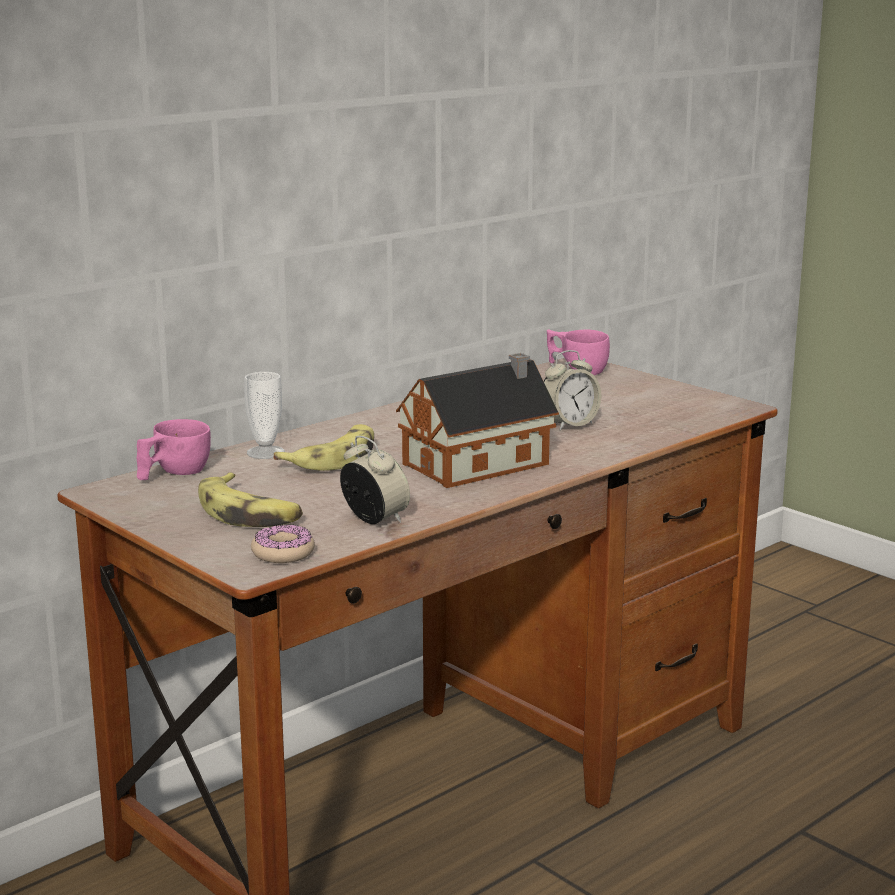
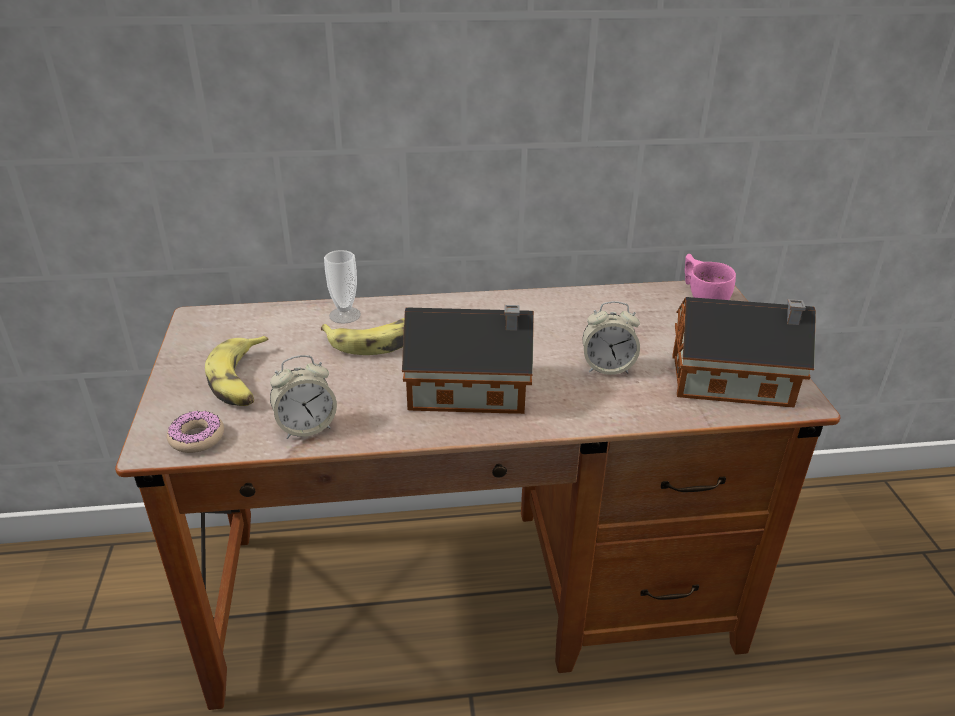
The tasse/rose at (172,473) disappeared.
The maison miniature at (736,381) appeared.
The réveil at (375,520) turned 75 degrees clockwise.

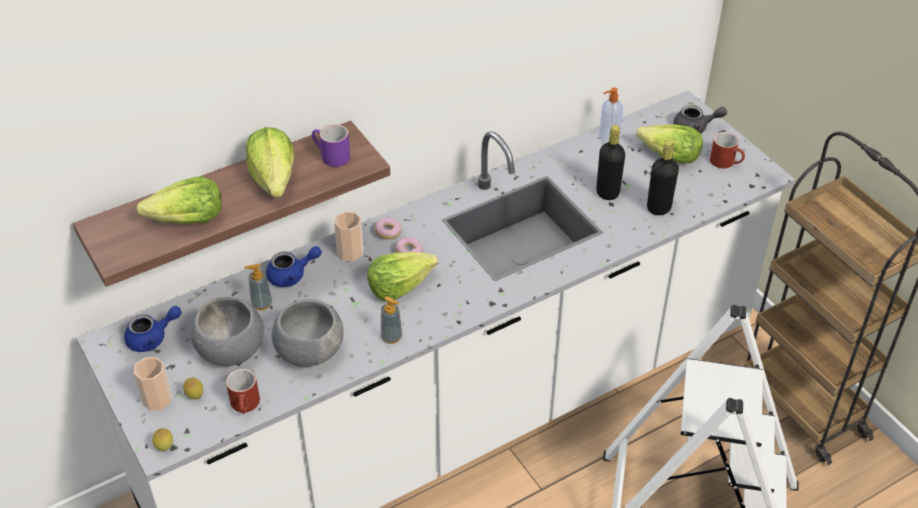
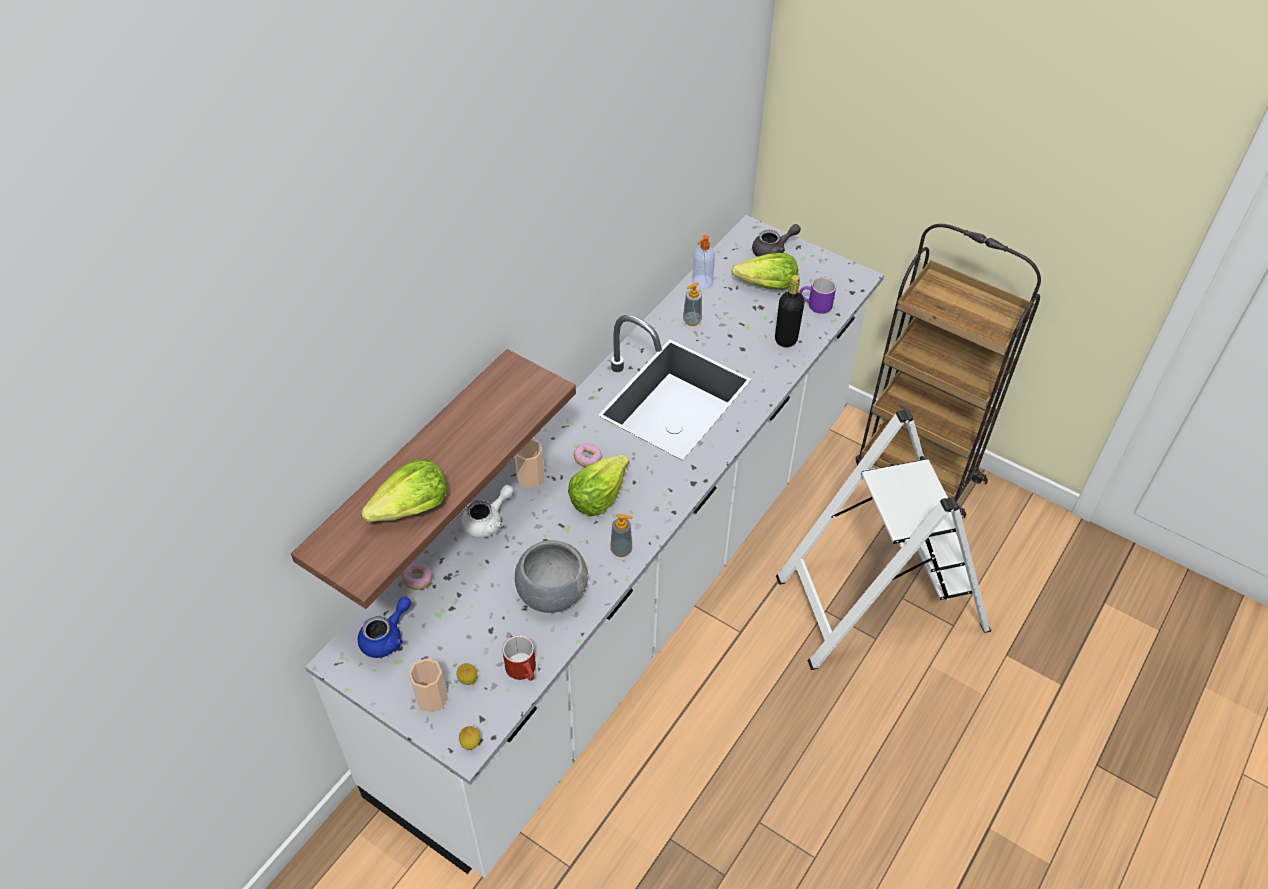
The bol/gris at (231,349) disappeared.
The laitue at (274,180) disappeared.
The bouteille/noir at (607,192) disappeared.
The mug/rouge at (726,162) disappeared.
The distributeur de savon moved from (261,304) to (692,320).
The mug/violet moved from (330,156) to (815,305).
The beignet moved from (388,233) to (418,580).
The théière/bleu at (292,275) became the théière/blanc at (488,521).

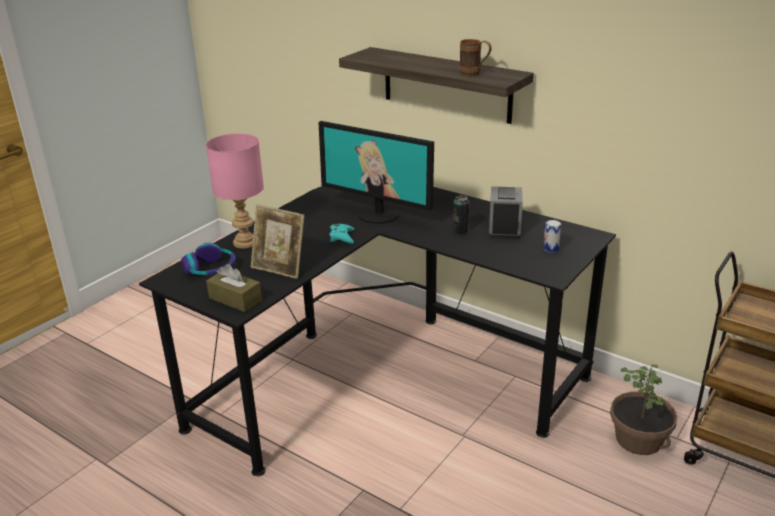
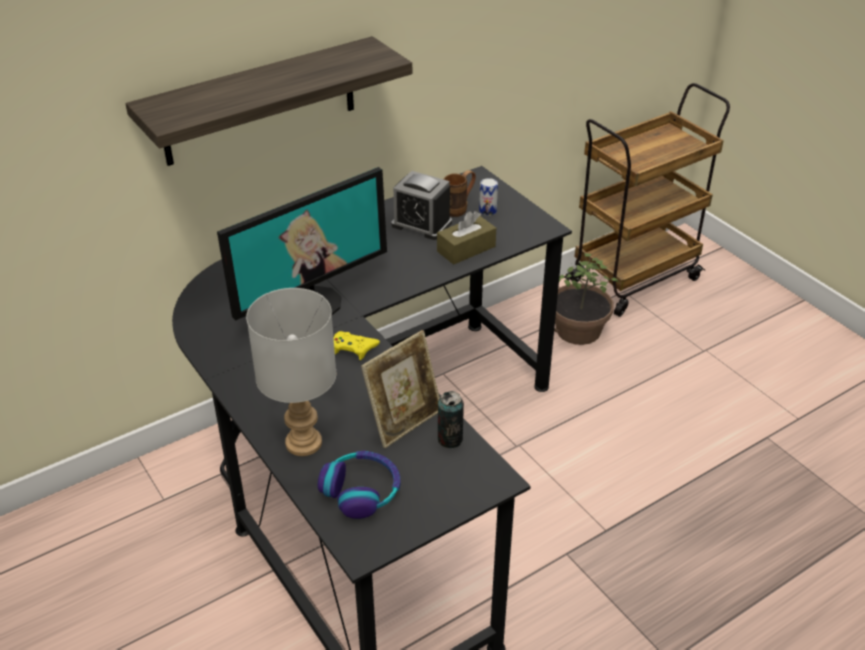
The boîte à mouchoirs/marron moved from (235,299) to (466,249).
The boîte métallique moved from (460,230) to (450,439).
The mug/marron moved from (474,73) to (459,208).
The lampe de table/rose at (244,242) became the lampe de table/gris at (302,443).
The manette/turquoise at (342,237) became the manette/jaune at (353,348).

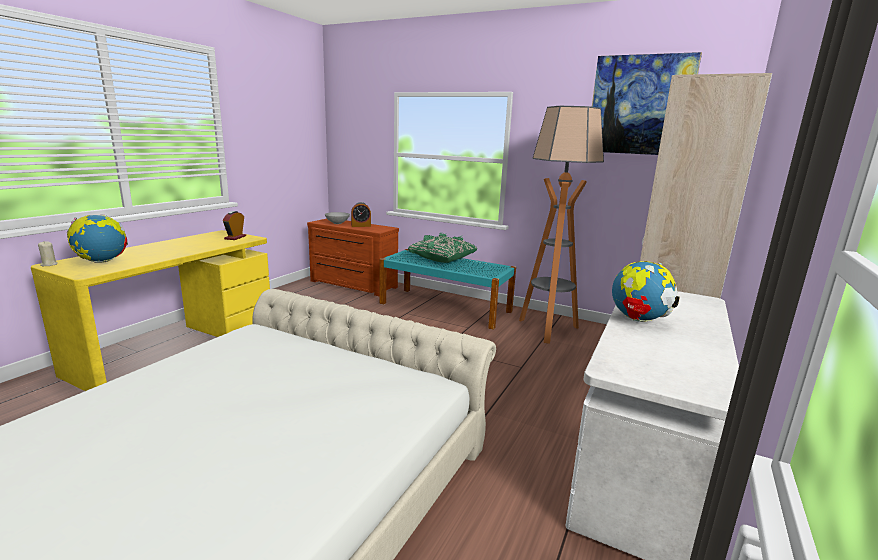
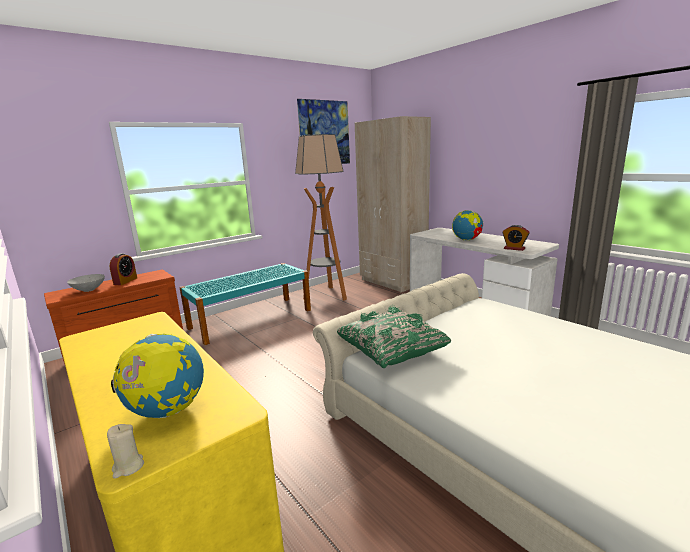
The réveil moved from (235,237) to (514,248).
The coussin/vert moved from (442,259) to (392,352).

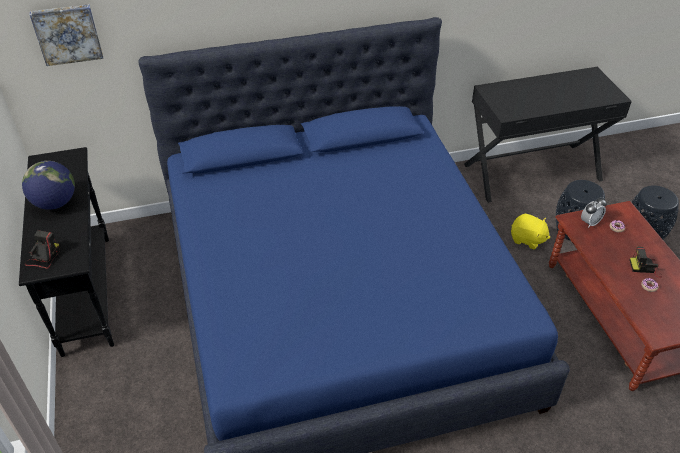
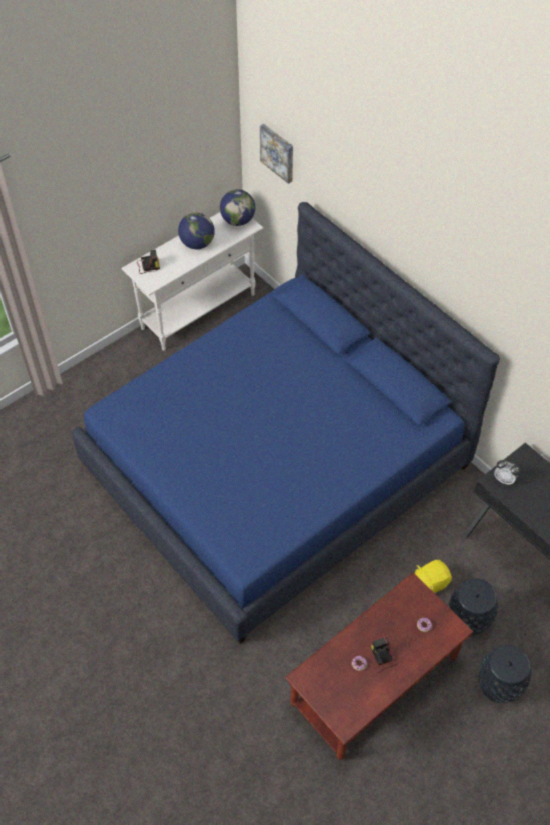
The globe at (238,220) appeared.
The réveil moved from (590,222) to (504,479).
The table console/noir at (87,293) became the table console/blanc at (199,311).
The peluche/jaune at (527,239) turned 60 degrees clockwise.

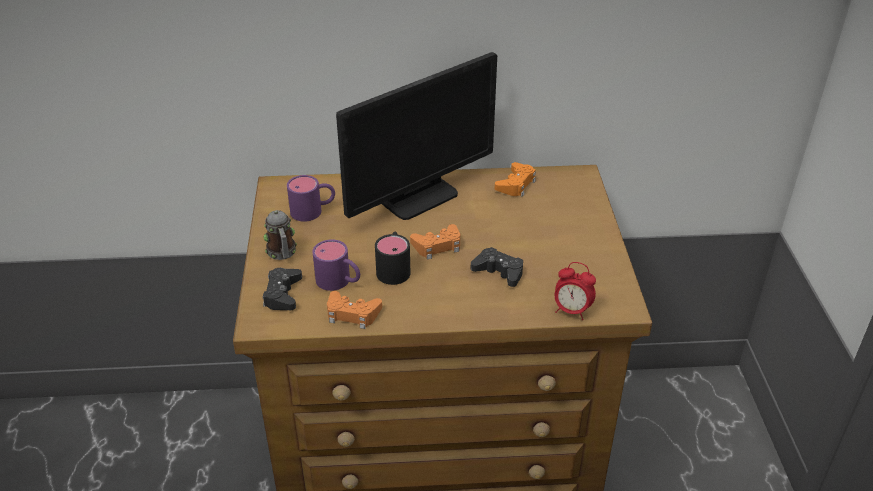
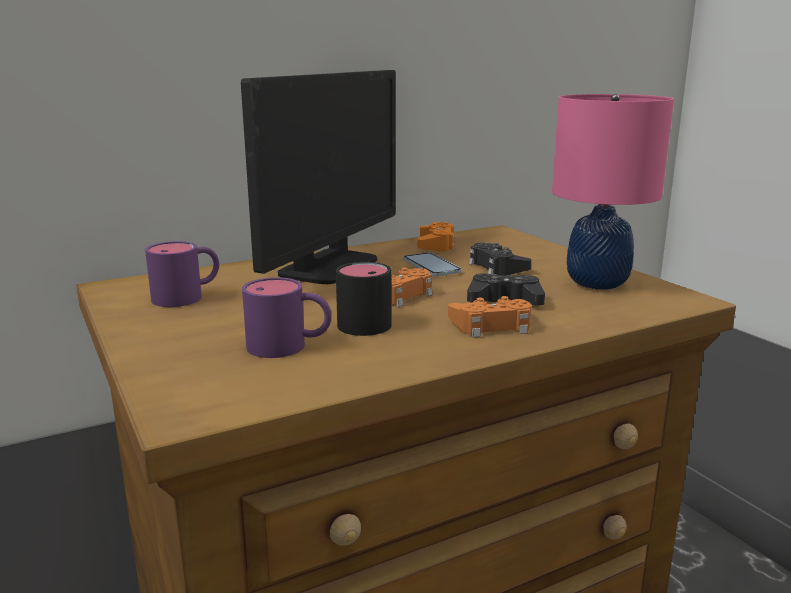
The mug at (282,253) disappeared.
The réveil at (571,311) disappeared.
The téléphone at (431,266) appeared.
The lampe de table/rose at (599,283) appeared.
The manette/noir moved from (282,294) to (497,267).
The manette/orange moved from (352,314) to (492,325).

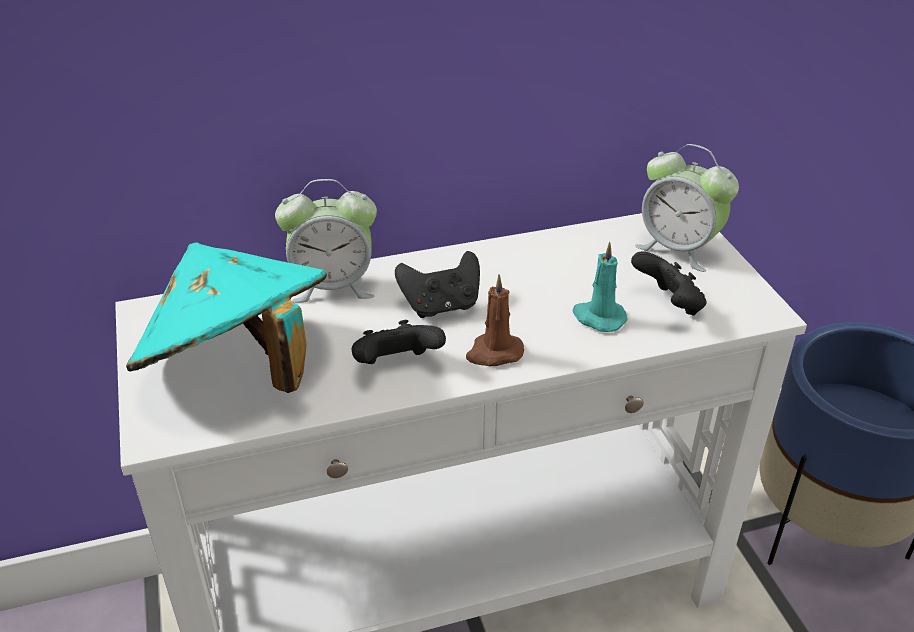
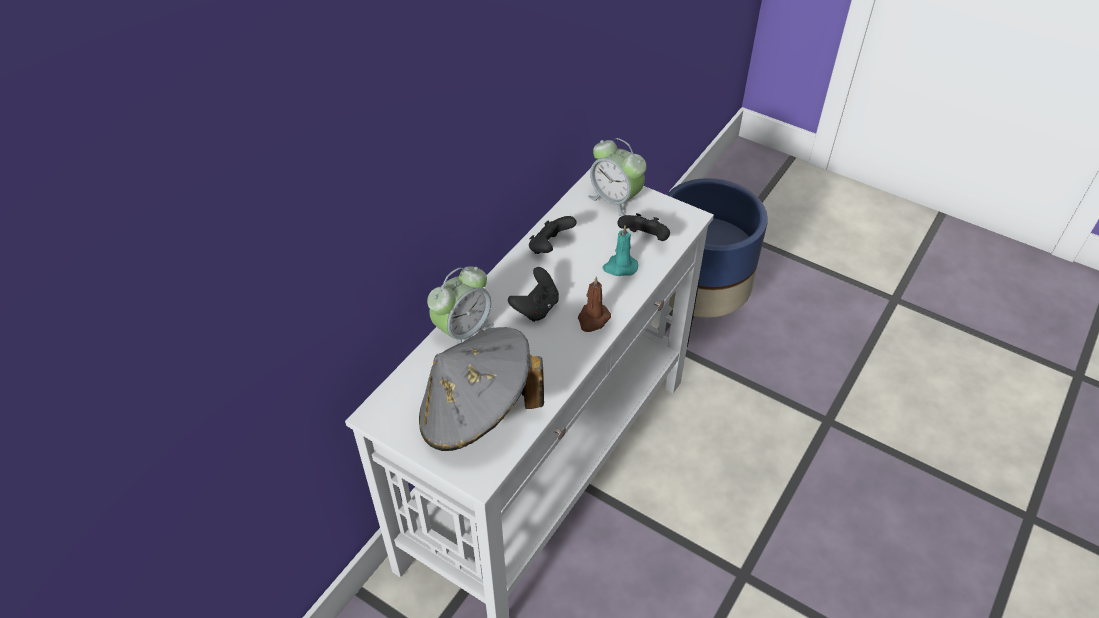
The manette/noir moved from (397,366) to (550,247).
The chapeau/turquoise at (239,371) became the chapeau/gris at (477,414).
The réveil at (678,249) turned 45 degrees clockwise.

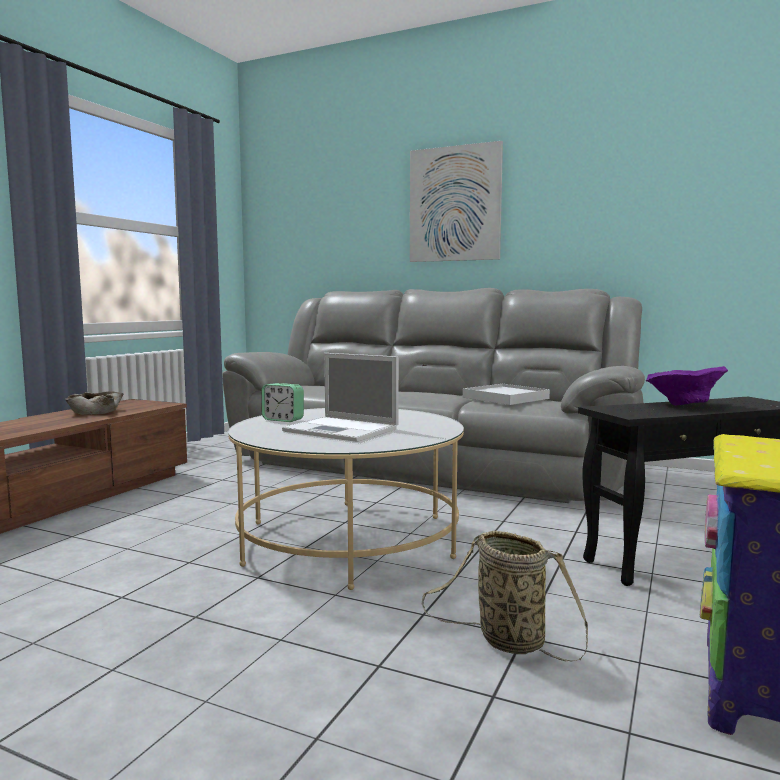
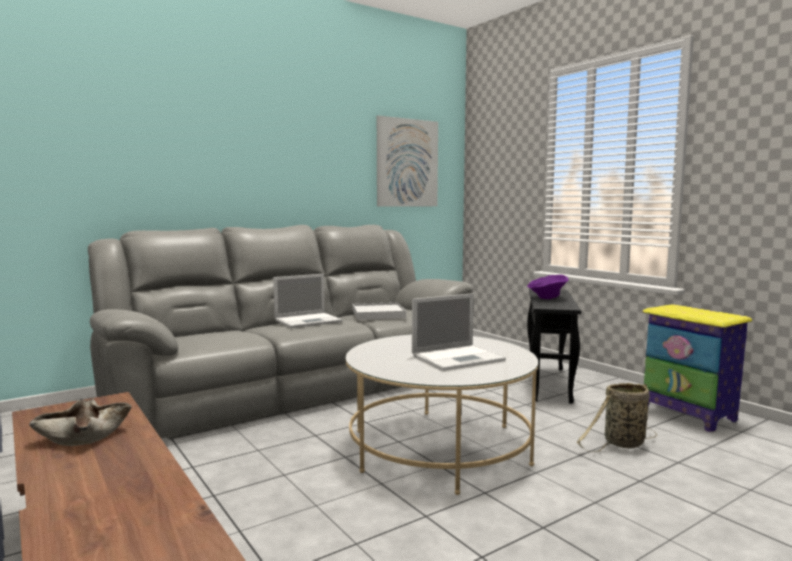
The réveil at (283,419) disappeared.
The ordinateur portable at (309,321) appeared.
The tableau moved from (454,204) to (407,163).

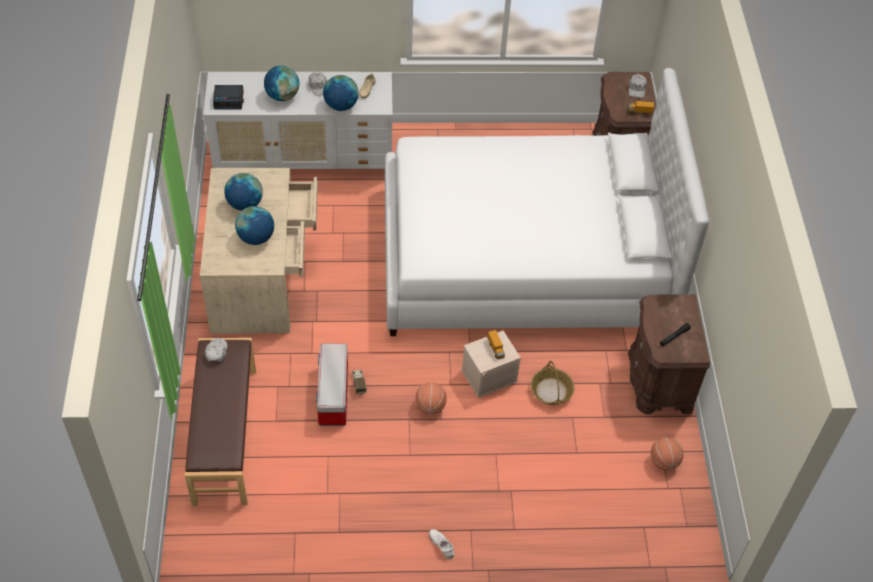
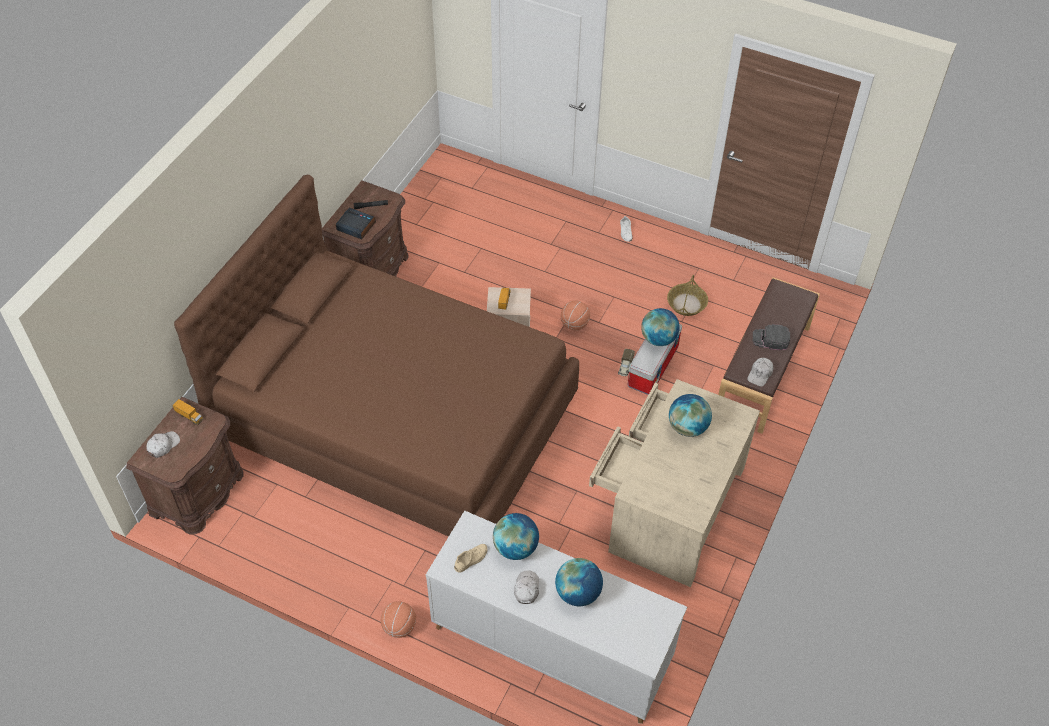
The casquette/noir at (770,339) appeared.
The réveil moved from (229,100) to (355,226).
The globe moved from (245,204) to (658,339).
The panier moved from (551,391) to (686,304).
The ballon de basket moved from (664,461) to (399,627).
The lit/blanc at (525,259) became the lit/marron at (396,416).

